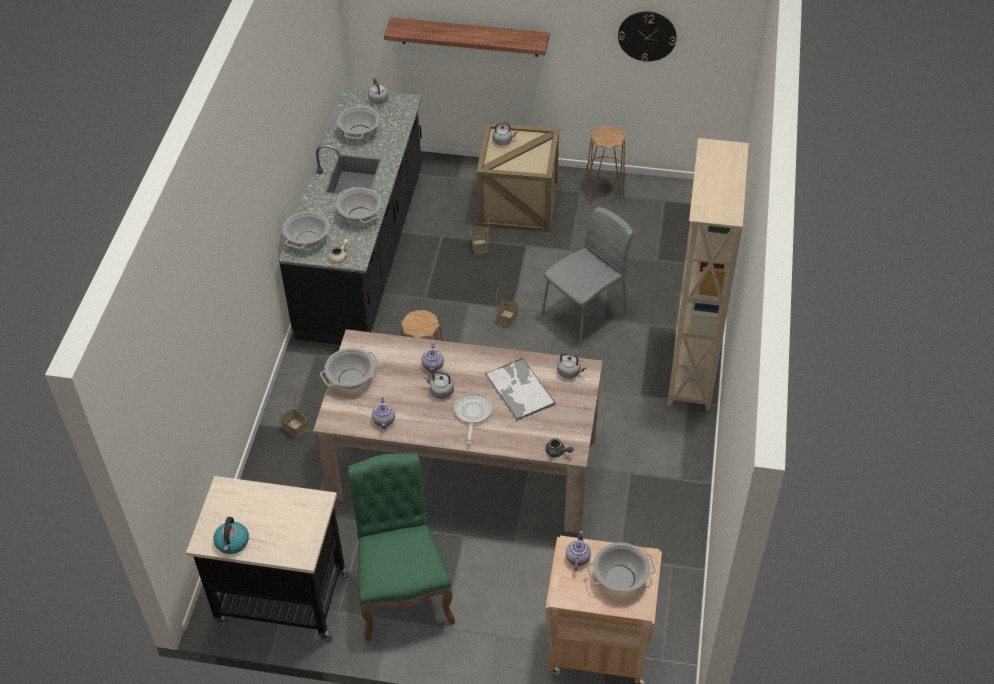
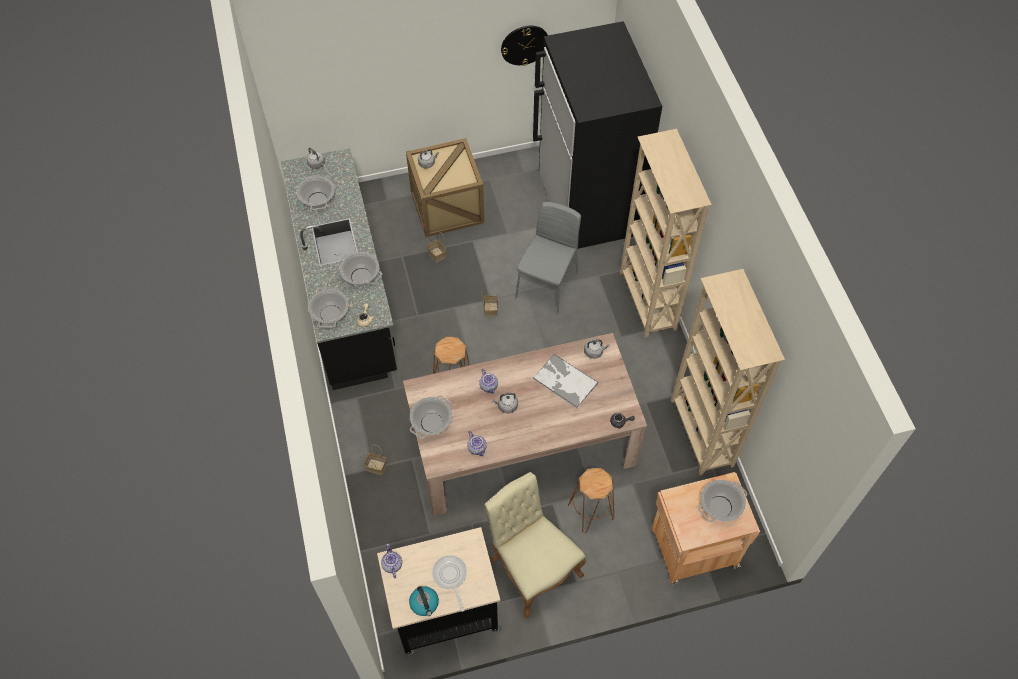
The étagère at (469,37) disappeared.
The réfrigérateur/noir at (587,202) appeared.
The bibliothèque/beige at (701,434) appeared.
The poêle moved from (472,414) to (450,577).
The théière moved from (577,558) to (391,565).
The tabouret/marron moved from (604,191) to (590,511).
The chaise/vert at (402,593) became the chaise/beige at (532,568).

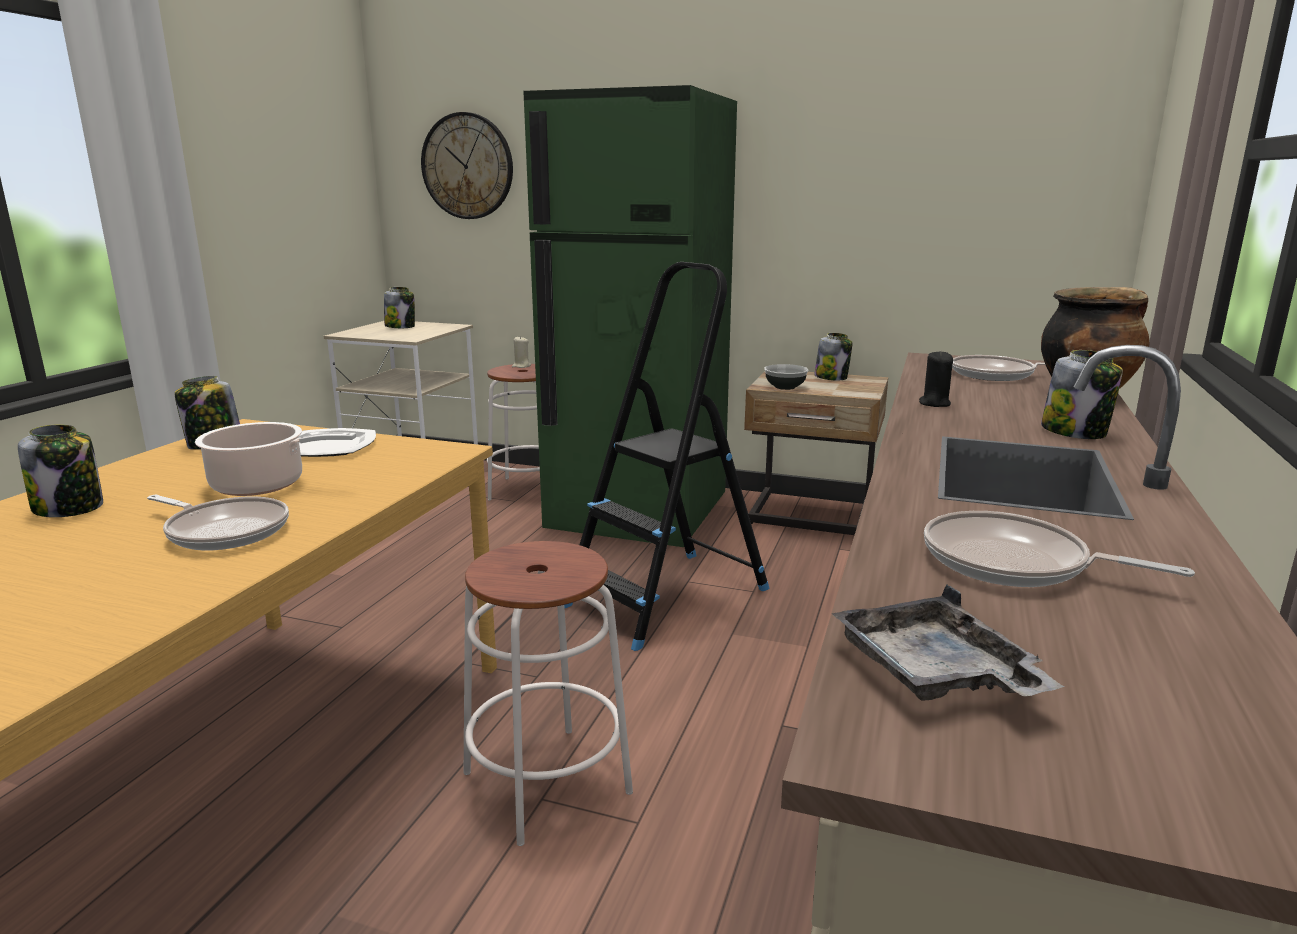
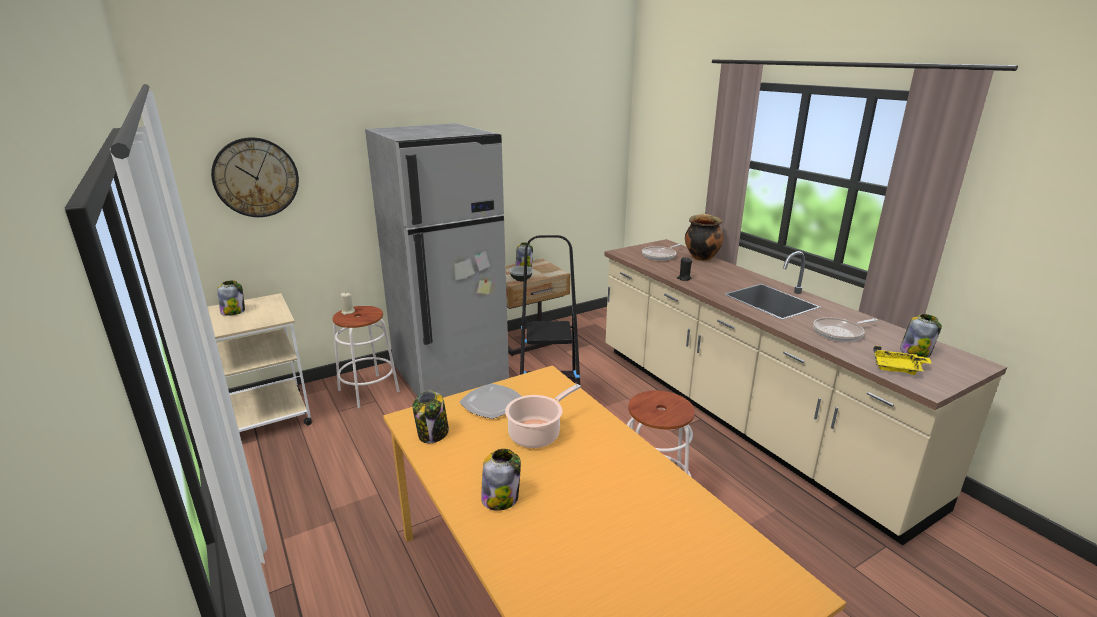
The poêle at (224,531) disappeared.
The bocal moved from (1075,432) to (915,352).
The réfrigérateur/vert at (640,508) became the réfrigérateur/gris at (450,372).
The plateau/gris at (934,673) became the plateau/jaune at (897,368).

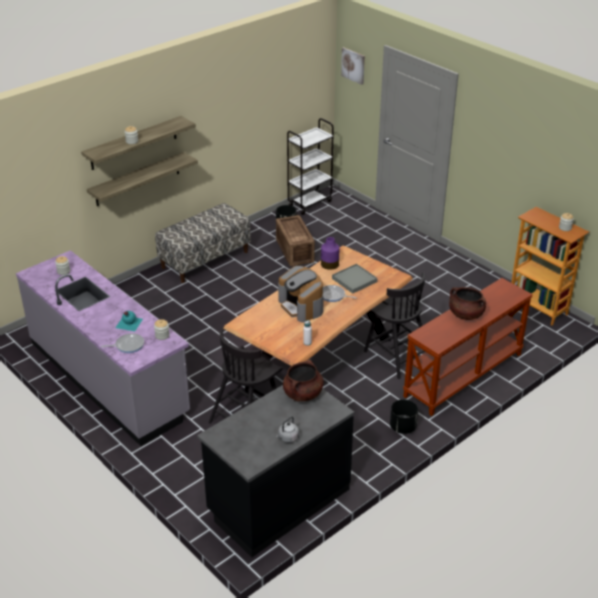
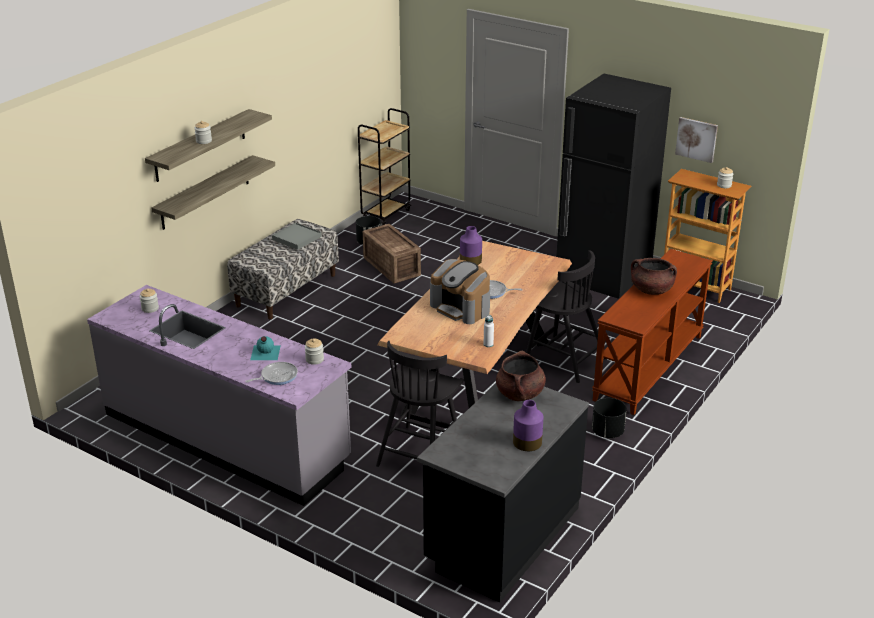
The réfrigérateur/noir at (604,272) appeared.
The plateau/gris moved from (354,280) to (297,238).
The tableau moved from (353,65) to (696,139).
The bouilloire/gris at (287,438) was replaced by the vase/violet at (527,442).
The chariot/blanc at (310,204) became the chariot/marron at (385,215).

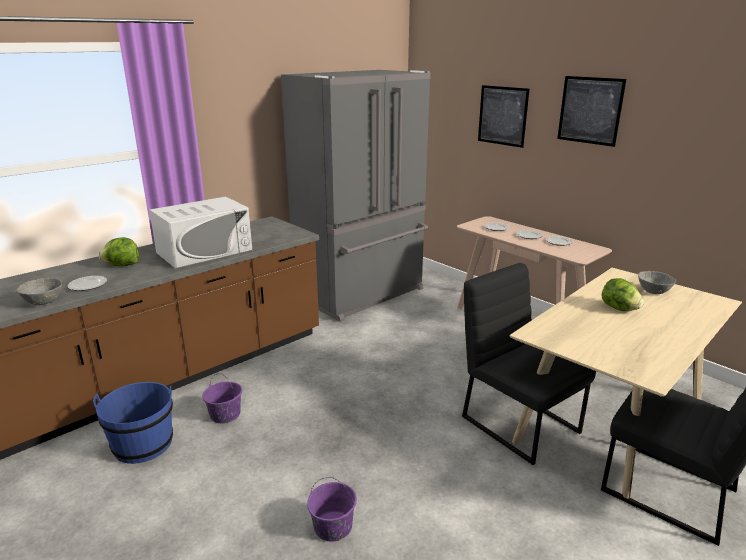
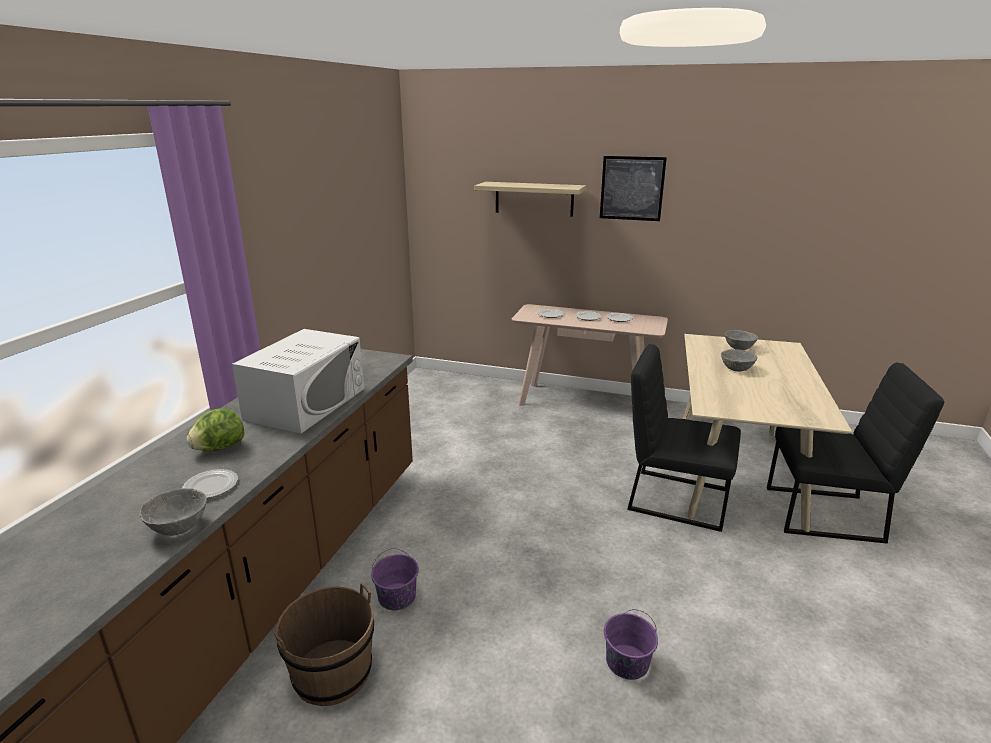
The réfrigérateur/gris at (362,294) disappeared.
The tableau at (502,115) was replaced by the étagère at (534,199).
The laitue at (619,309) was replaced by the bol/gris at (736,369).
The seau/bleu at (143,444) became the seau/marron at (332,673).

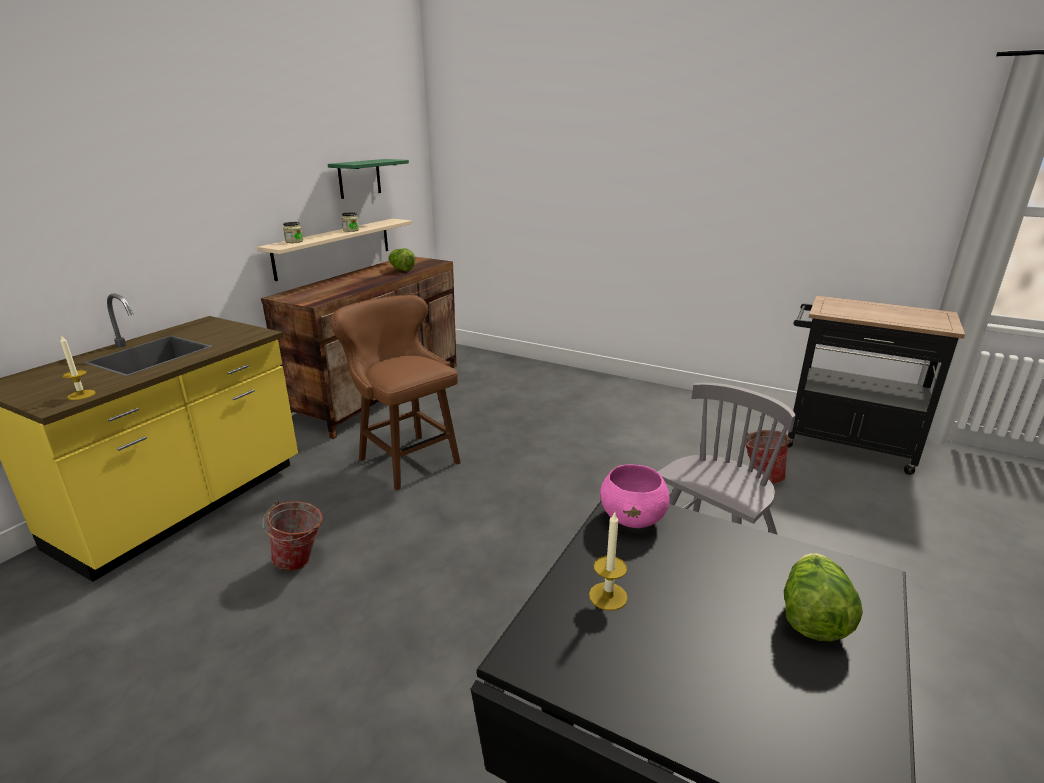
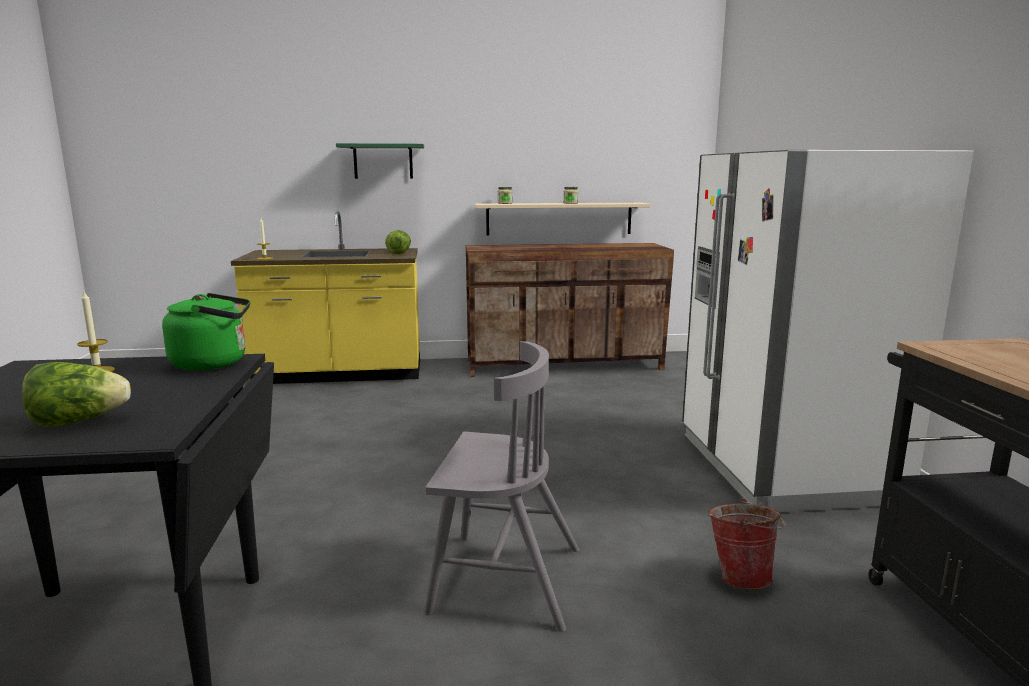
The seau at (300,562) disappeared.
The tabouret/marron at (406,459) disappeared.
The réfrigérateur/blanc at (784,467) appeared.
The étagère/vert moved from (359,178) to (383,161).
The laitue moved from (401,270) to (400,253).
The bol/rose at (633,518) was replaced by the bouilloire/vert at (214,363).

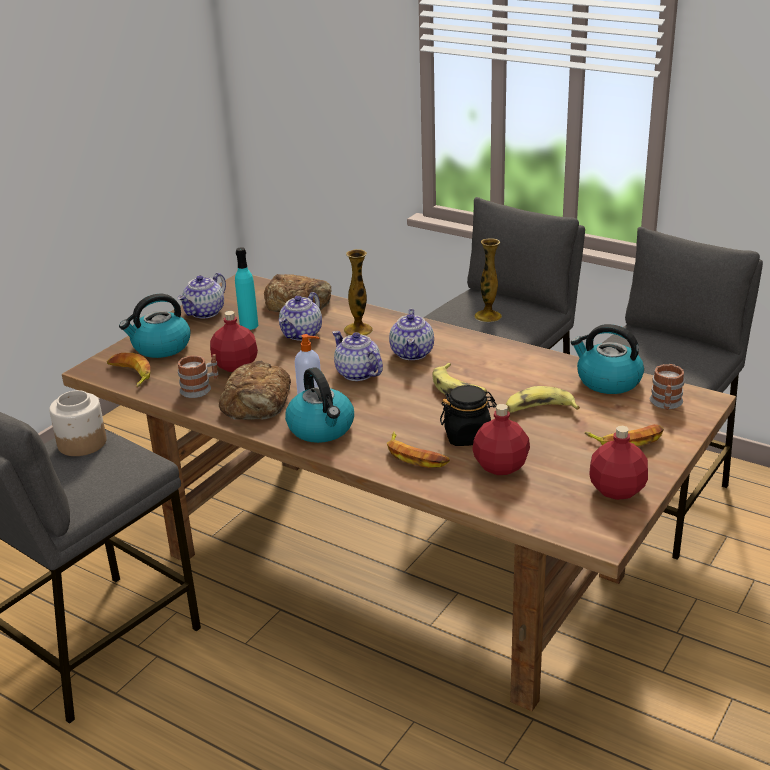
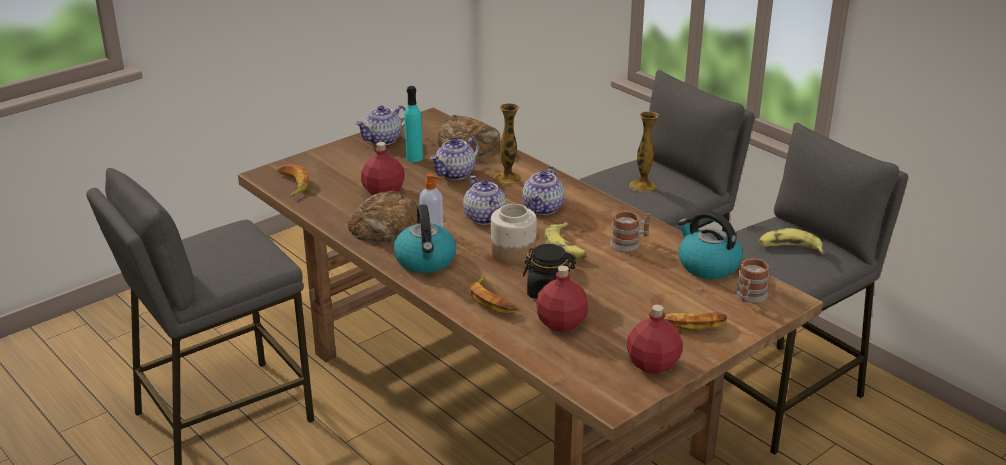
The bouilloire at (160,347) disappeared.
The bocal moved from (81,443) to (513,253).
The mug moved from (200,388) to (629,243).
The banane moved from (539,409) to (789,248).

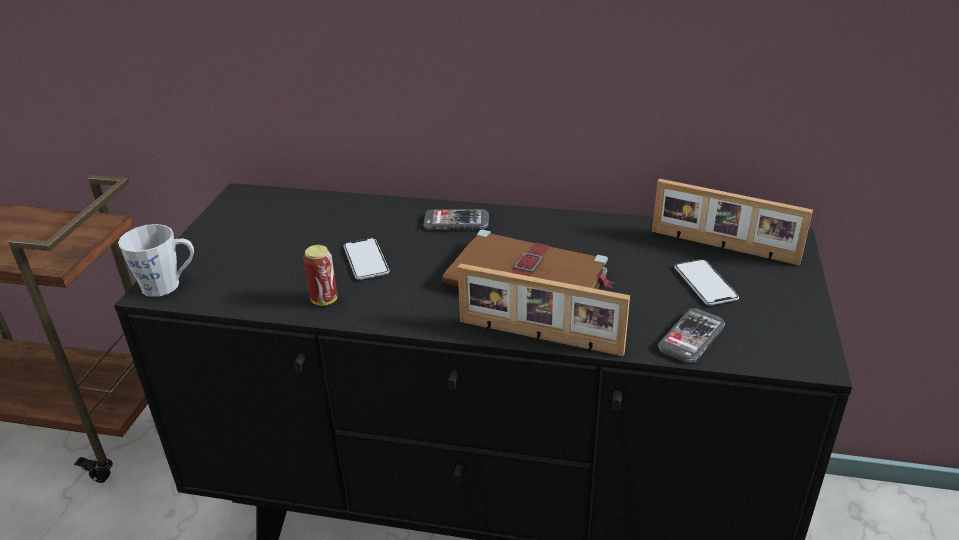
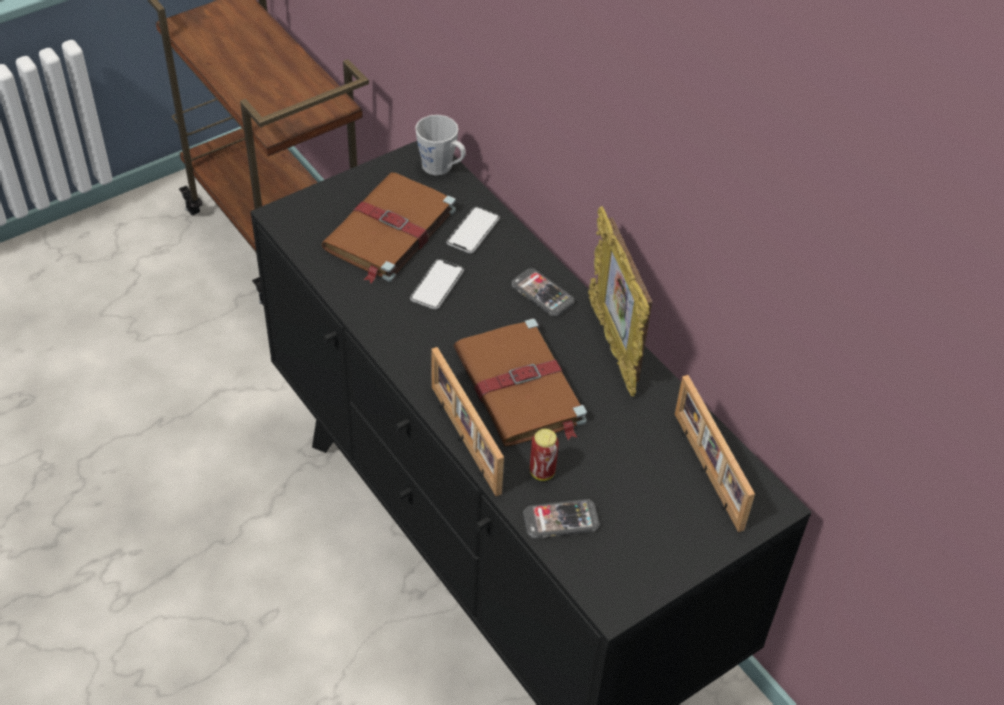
The livre/marron at (389,231) appeared.
The cadre photo at (613,346) appeared.
The mug/gris moved from (168,285) to (442,167).
The boîte métallique moved from (324,300) to (542,472).
The téléphone moved from (705,283) to (473,231).

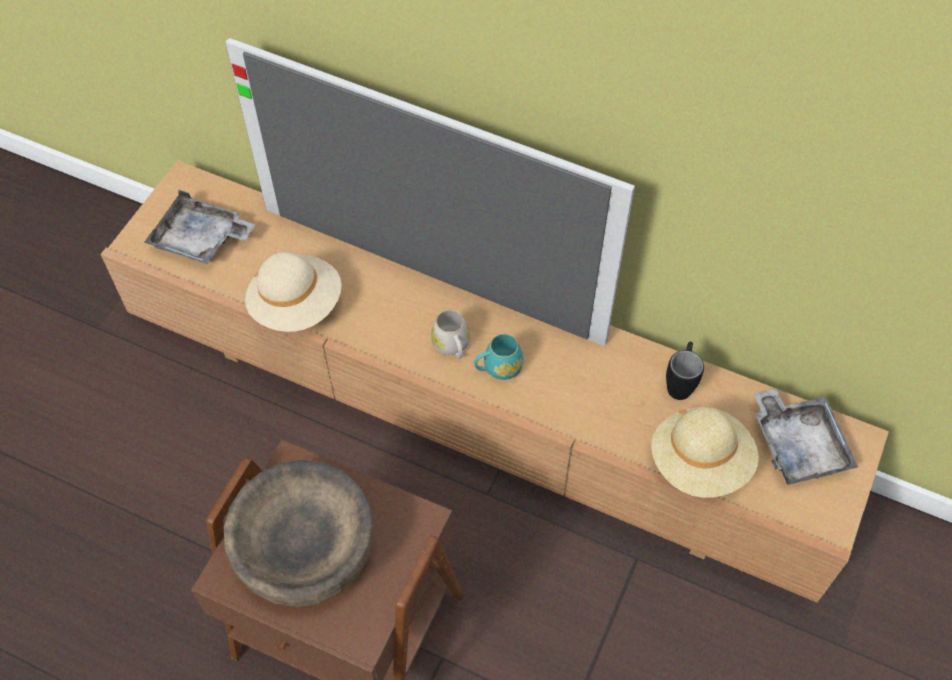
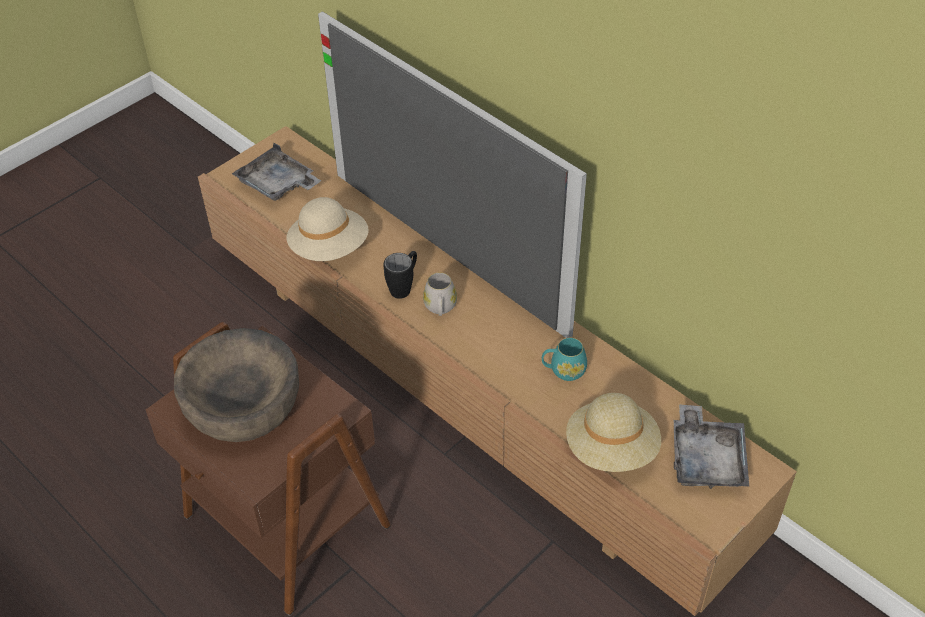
The mug/turquoise moved from (498,368) to (563,370).
The mug/noir moved from (680,382) to (404,287).

